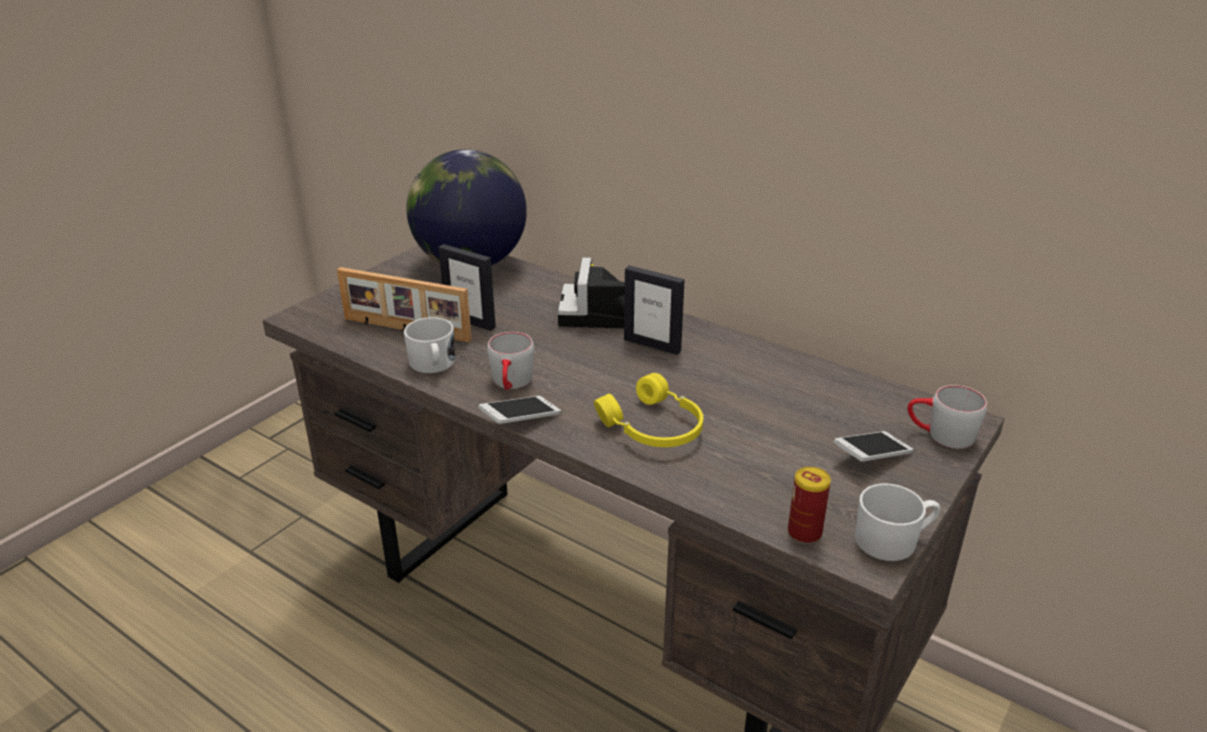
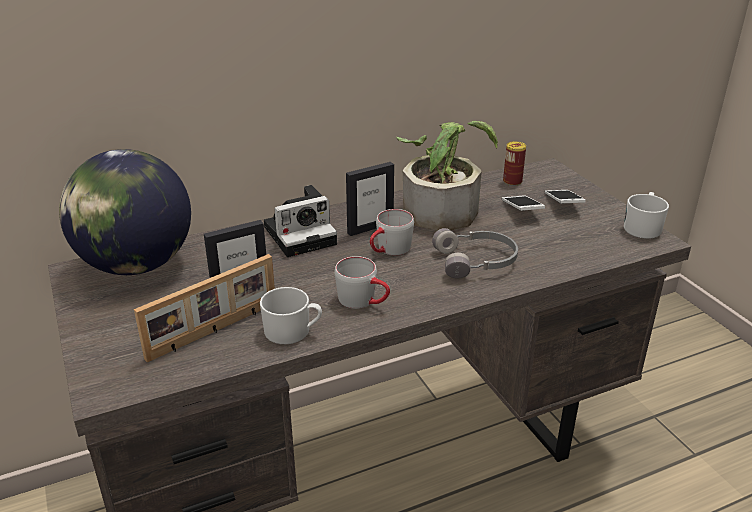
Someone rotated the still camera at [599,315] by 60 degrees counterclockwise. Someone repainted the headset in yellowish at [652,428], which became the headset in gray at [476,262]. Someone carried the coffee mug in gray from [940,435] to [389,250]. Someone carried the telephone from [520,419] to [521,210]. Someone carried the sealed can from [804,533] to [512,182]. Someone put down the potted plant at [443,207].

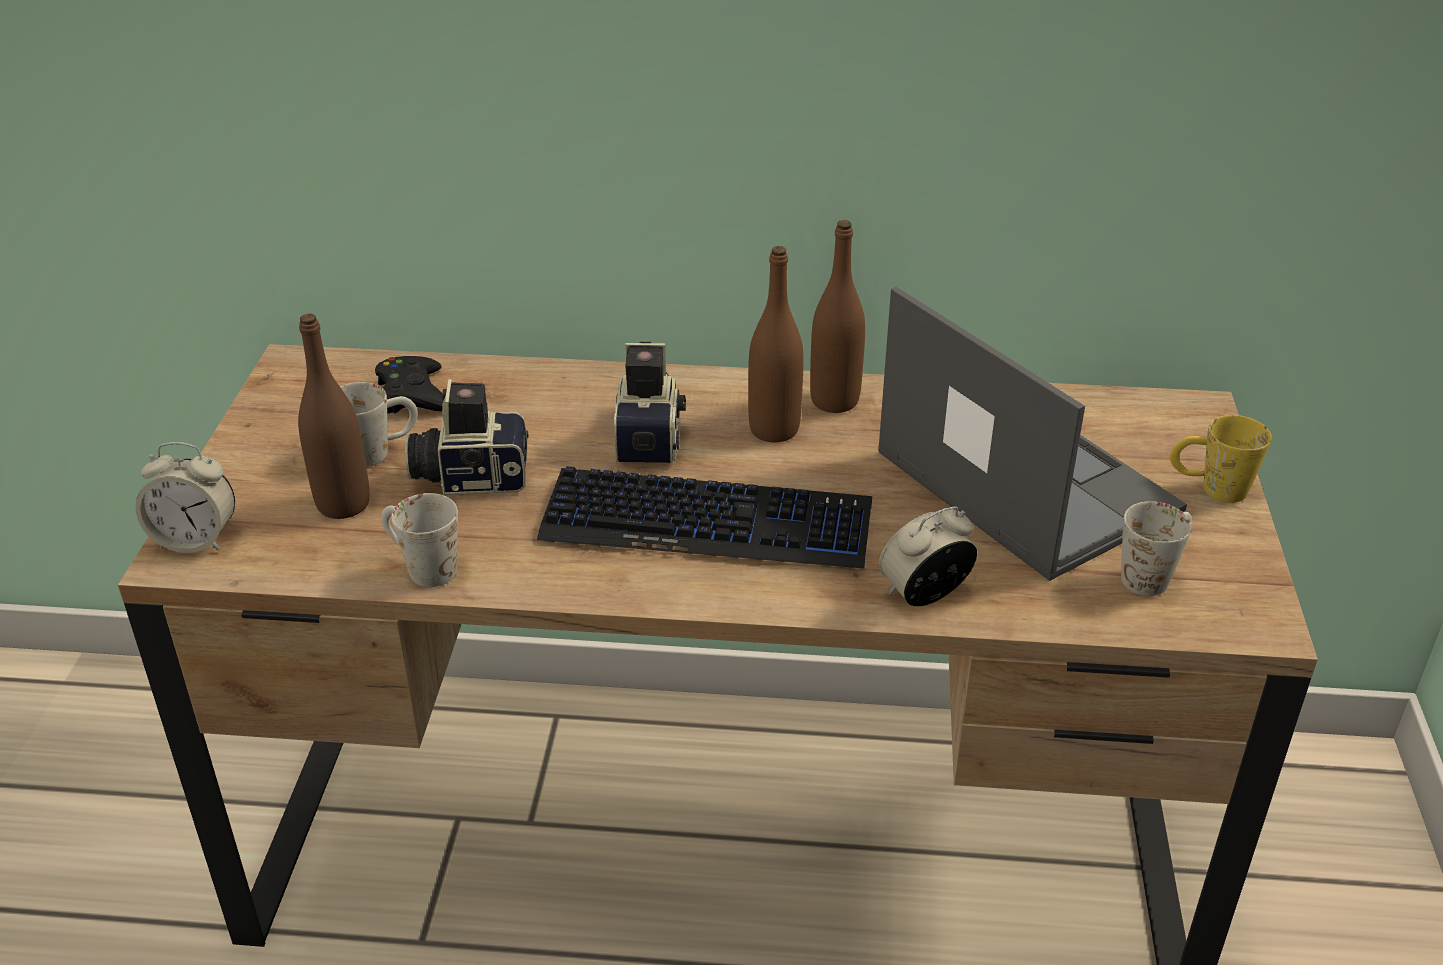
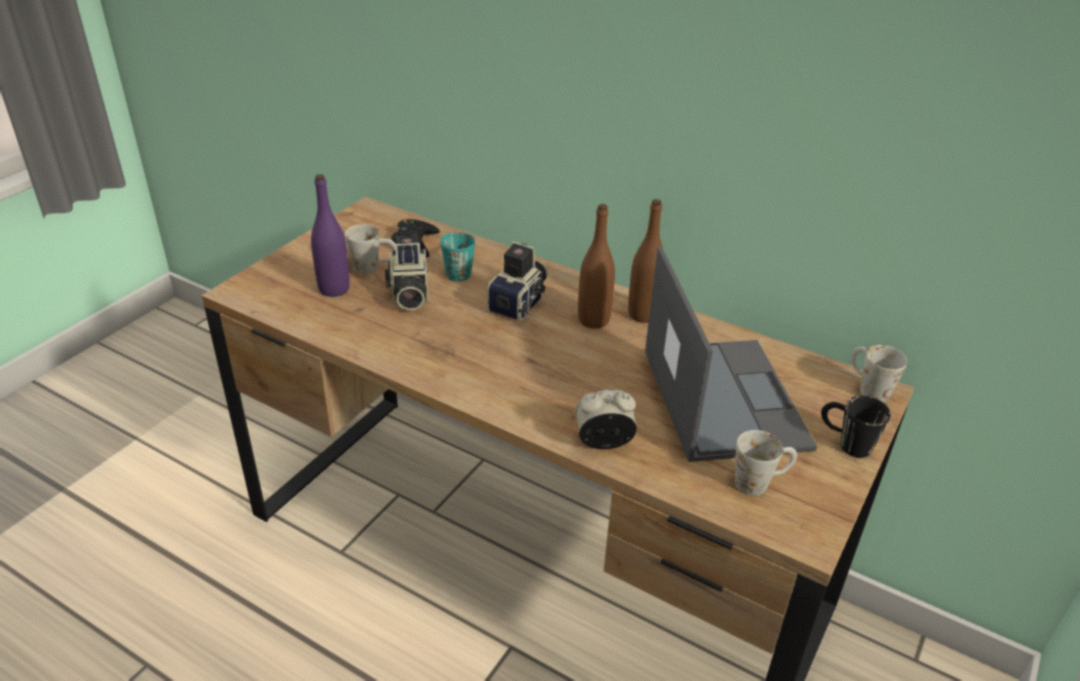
Someone repainted the drink bottle in brown-coloured at [343,504], which became the drink bottle in purple at [334,289]. Someone rotated the still camera at [471,475] by 120 degrees counterclockwise. Someone repainted the coffee mug in yellowish at [1209,488], which became the coffee mug in blackish at [845,442]. Someone took away the bedside clock at [195,540]. Someone took away the keyboard at [707,523]. Someone carried the coffee mug in white from [421,567] to [867,388]. Someone put down the coffee mug in turquoise at [462,270].

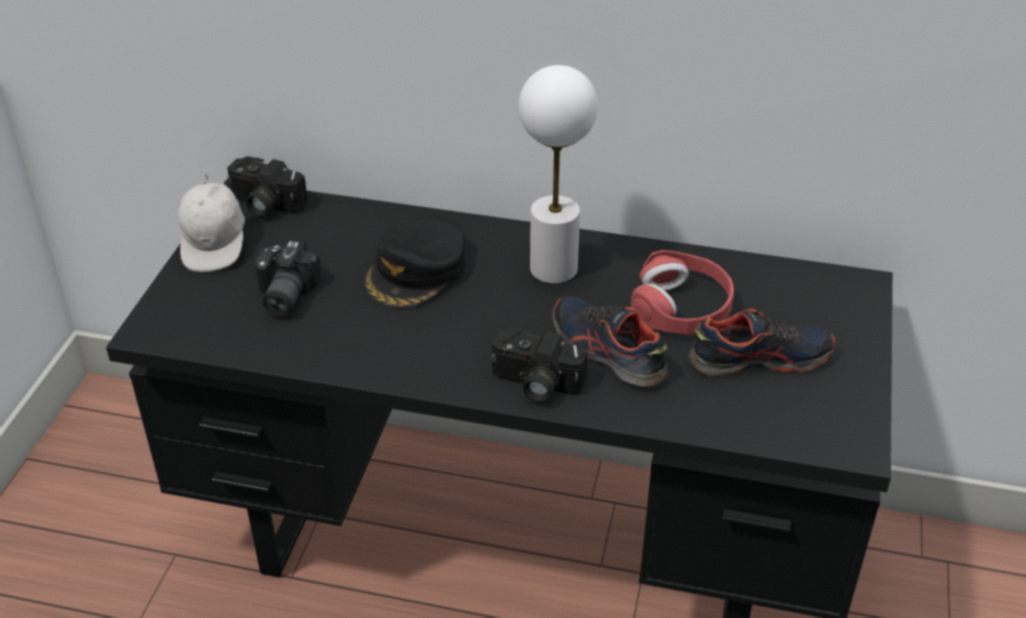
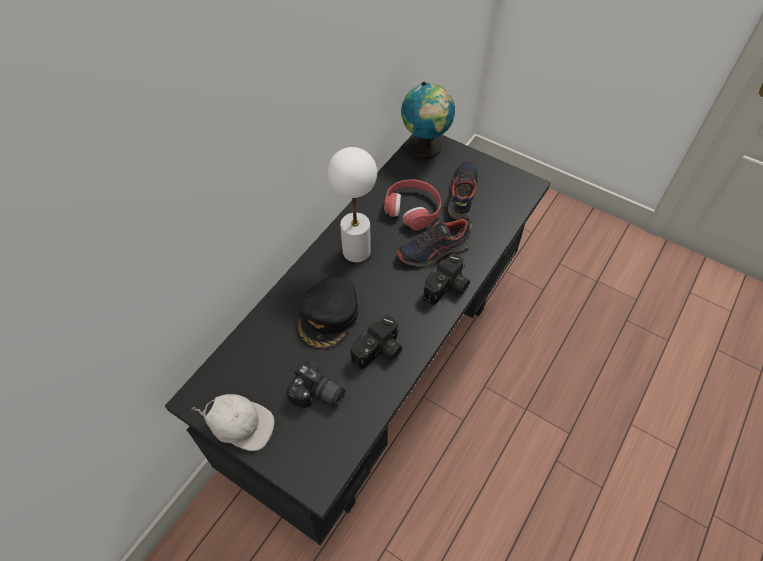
Someone carried the still camera from [264,204] to [379,352]. Someone rotated the baseball cap in blackish at [417,272] by 60 degrees clockwise. Someone put down the globe at [425,148].

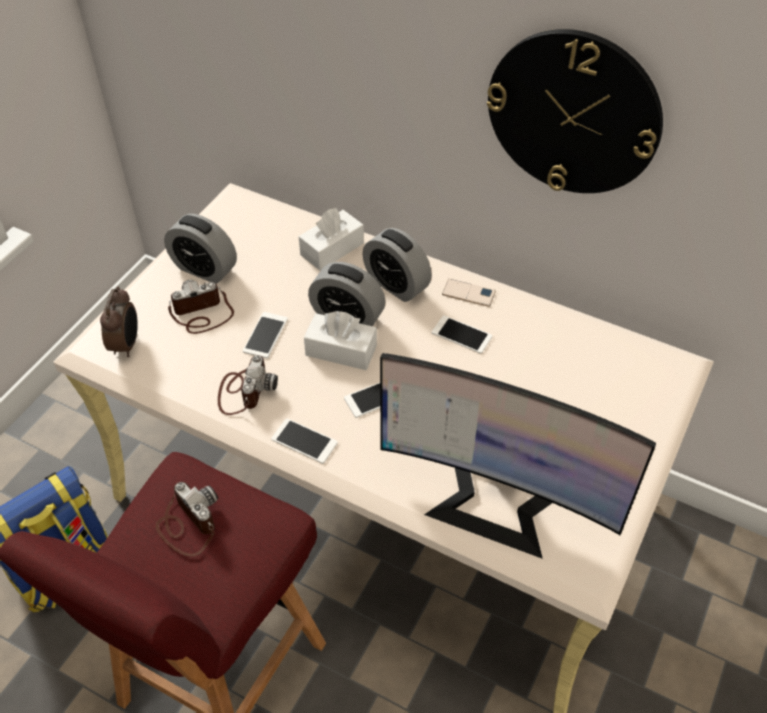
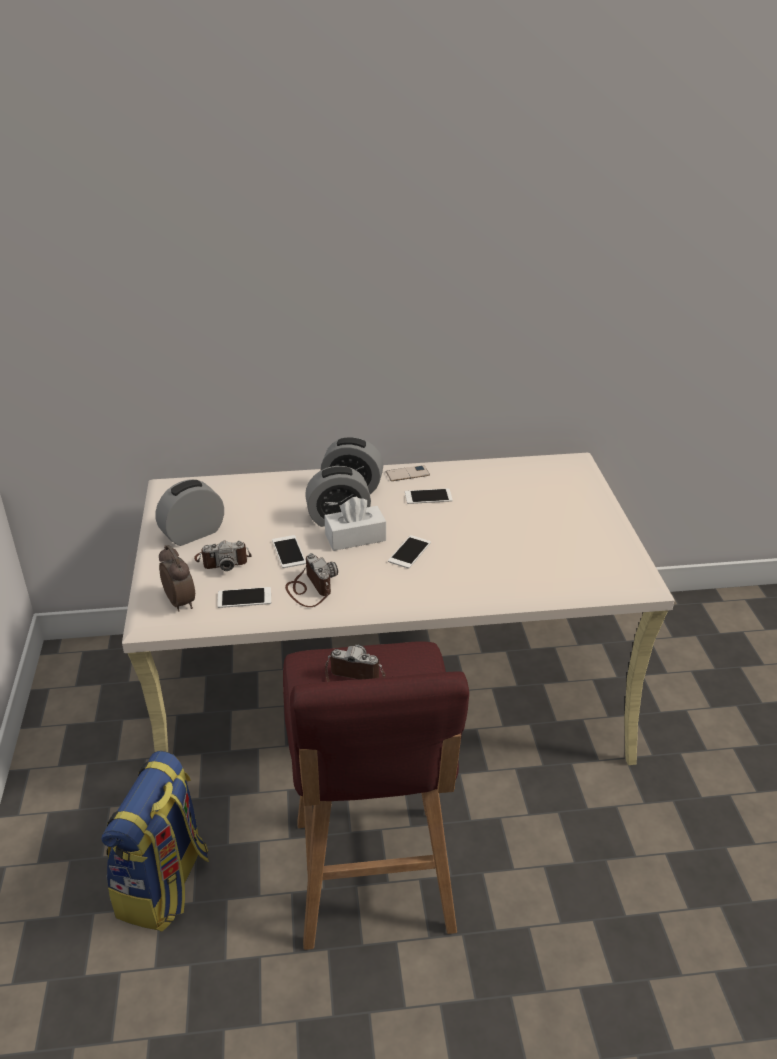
Someone took away the wall clock at [573,113]. Someone took away the tissue box in white at [332,249]. Someone rotated the bedside clock at [204,269] by 150 degrees clockwise. Someone rotated the still camera at [202,314] by 135 degrees counterclockwise. Someone took away the computer display at [495,503]. Someone carried the telephone from [304,441] to [244,598].

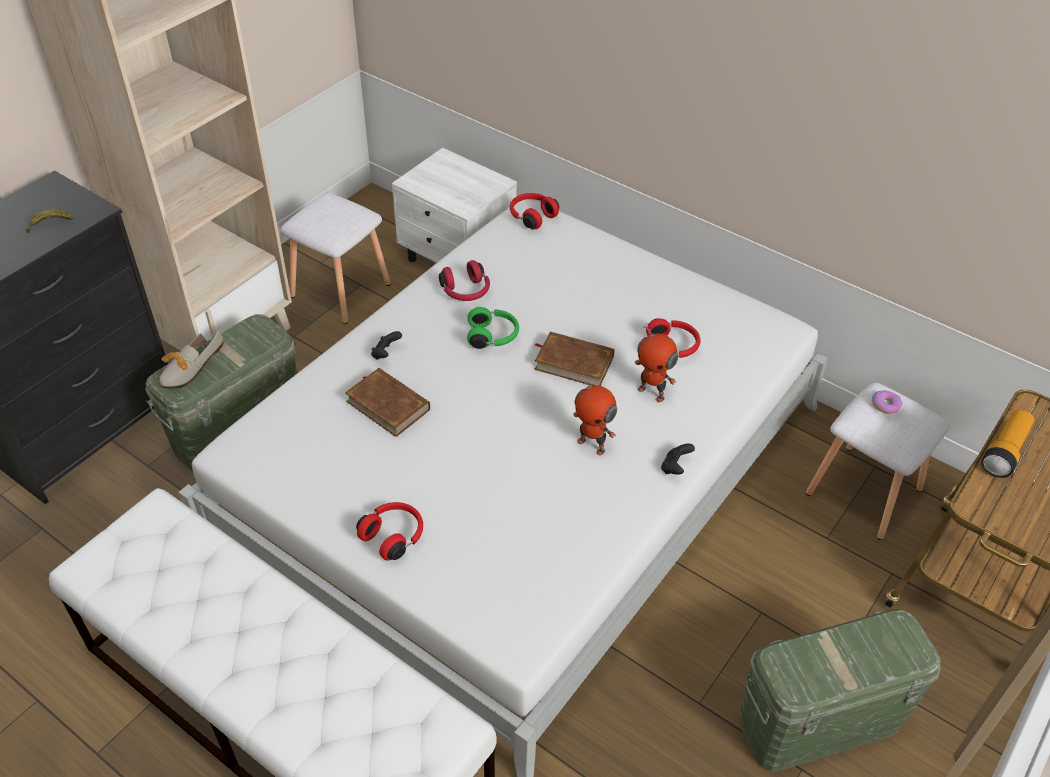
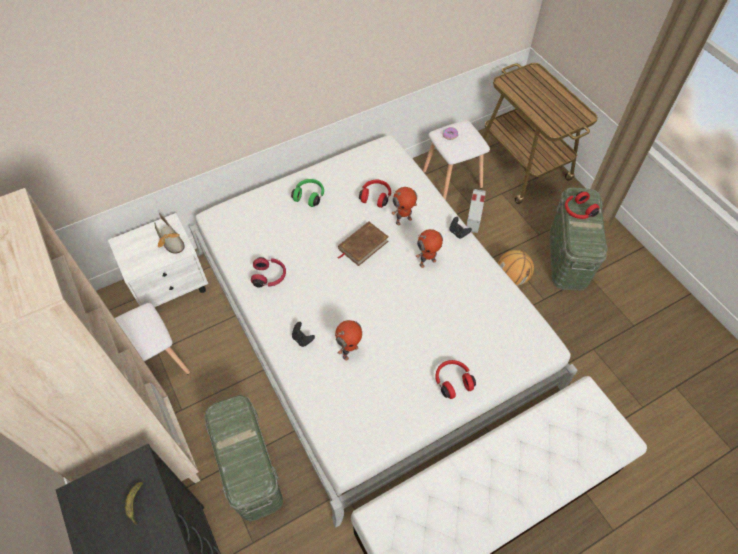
Someone carried the headset in reddish from [531,216] to [578,211]. Someone carried the headset in greenish from [493,336] to [309,196]. Someone carried the low shoe from [187,370] to [171,241]. Someone swapped the bound book in brown-coloured at [388,405] for the robot figure at [349,351]. Someone took away the torch at [1004,451]. Someone put down the toy lorry at [474,215]. Someone put down the basketball ball at [512,277].

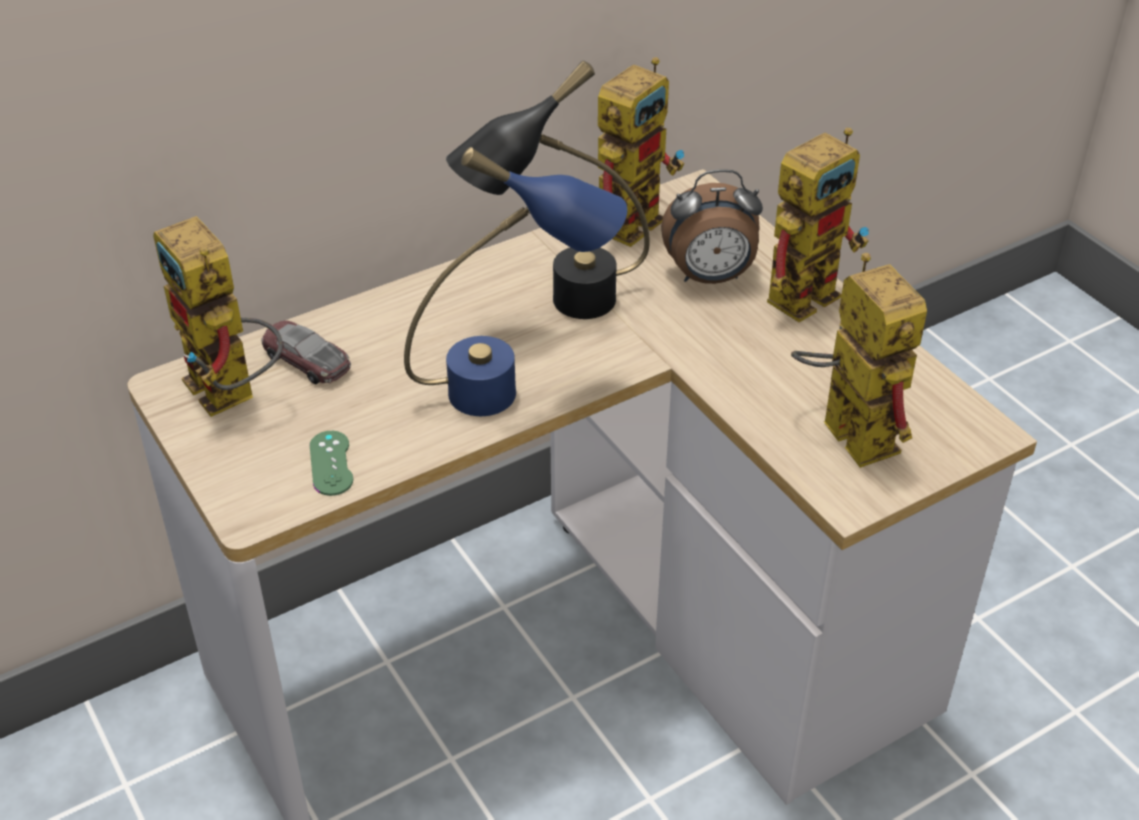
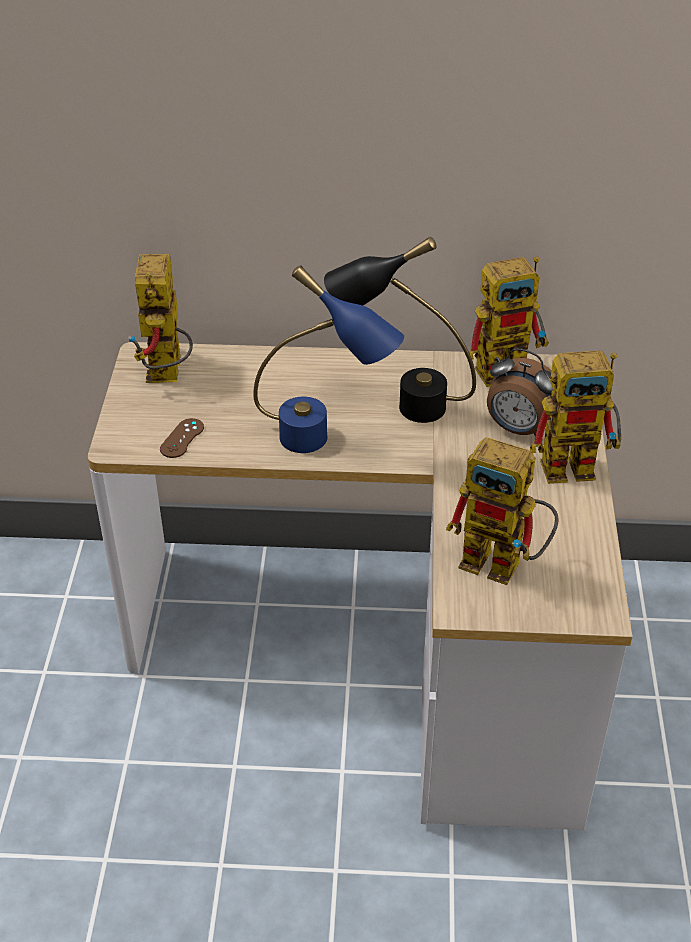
Someone rotated the robot figure at [844,429] by 105 degrees clockwise. Someone took away the toy car at [307,360]. Someone repainted the game controller in greenish at [331,463], which became the game controller in brown-coloured at [182,438].

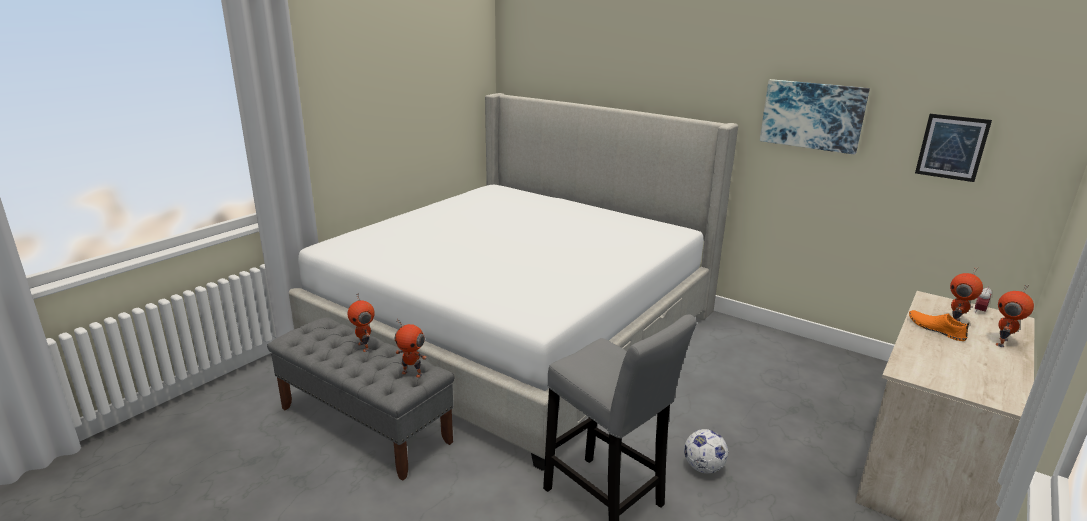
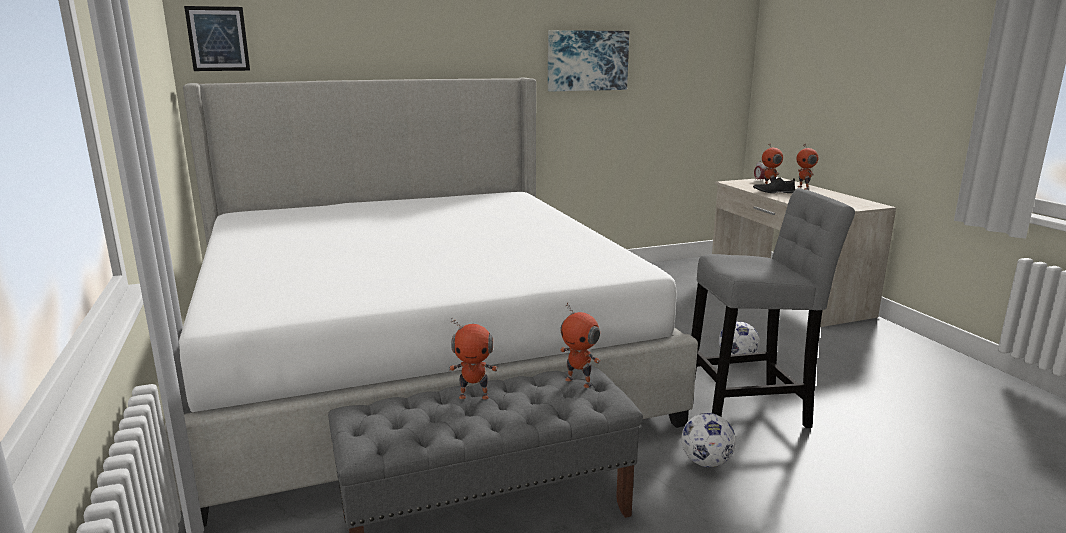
Someone carried the wall art from [952,147] to [218,39]. Someone repainted the low shoe in orangey at [935,329], which became the low shoe in blackish at [773,192]. Someone rotated the robot figure at [412,373] by 75 degrees clockwise. Someone put down the football at [706,462].

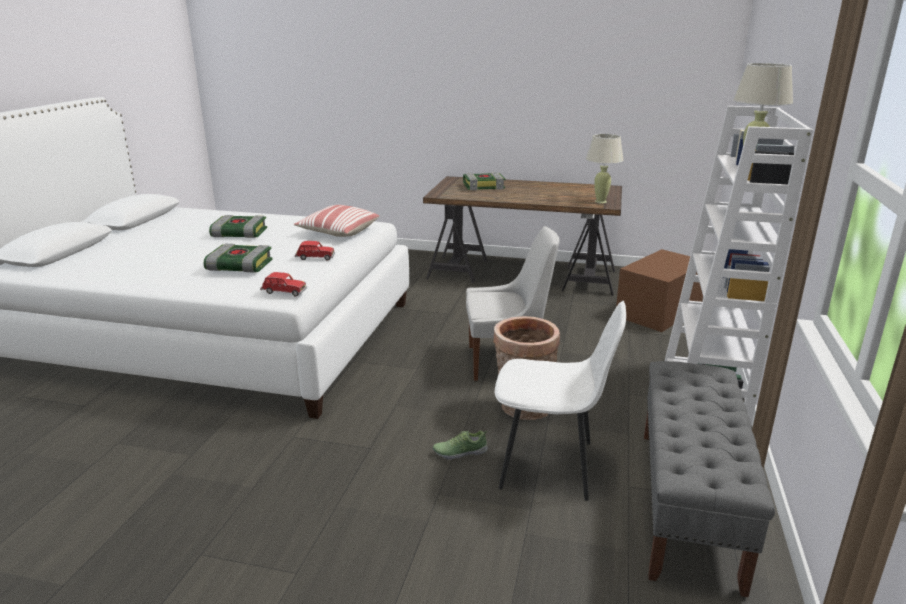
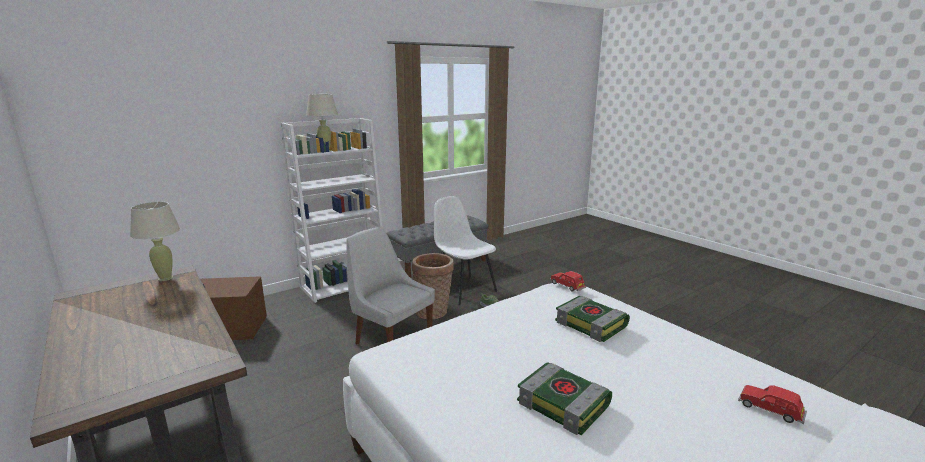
Someone took away the bound book at [484,186]. Someone took away the pillow at [338,232]. Someone carried the toy car in reddish from [315,258] to [770,410].

